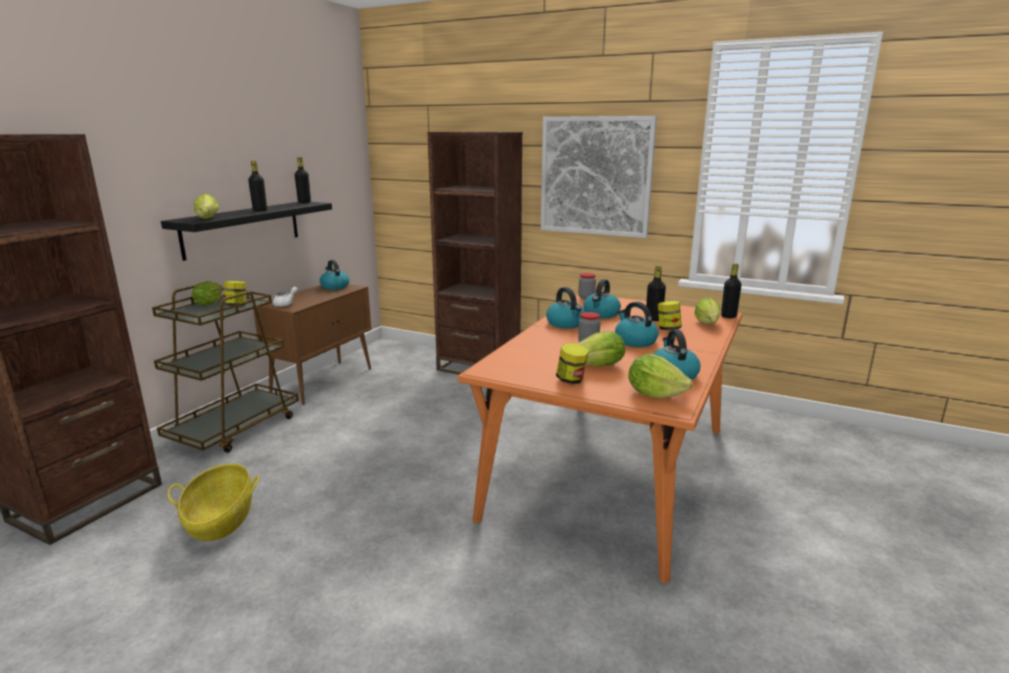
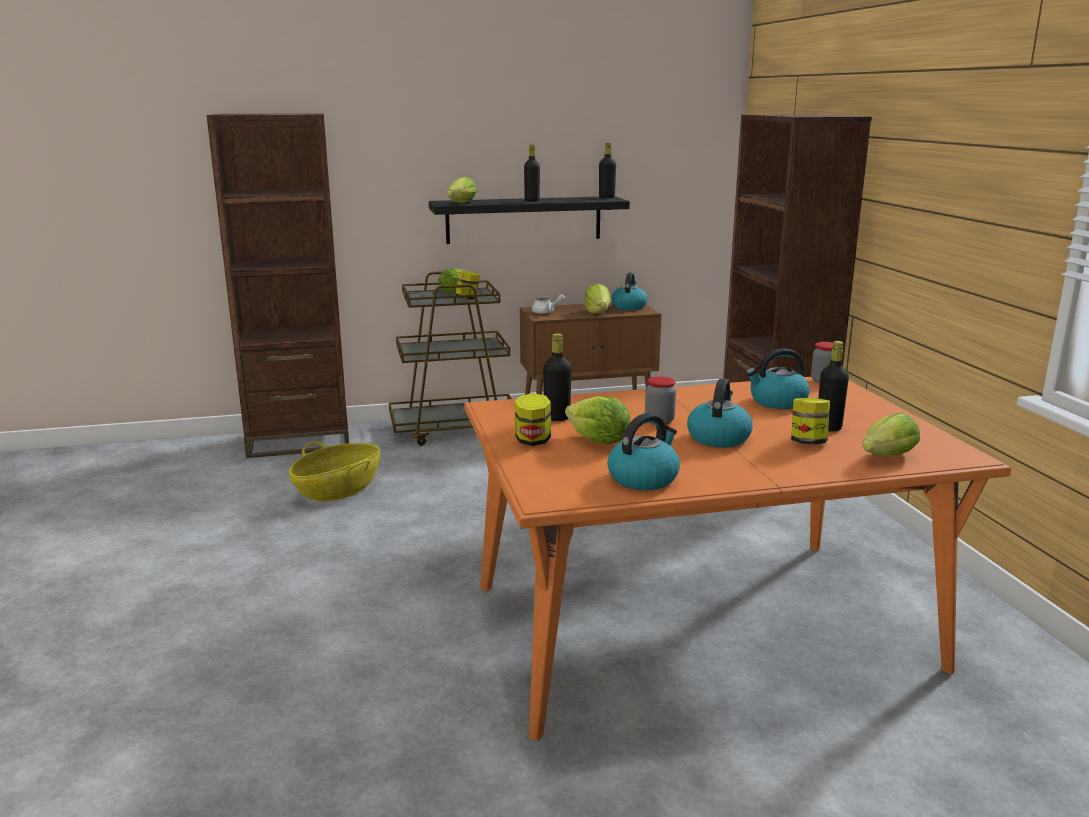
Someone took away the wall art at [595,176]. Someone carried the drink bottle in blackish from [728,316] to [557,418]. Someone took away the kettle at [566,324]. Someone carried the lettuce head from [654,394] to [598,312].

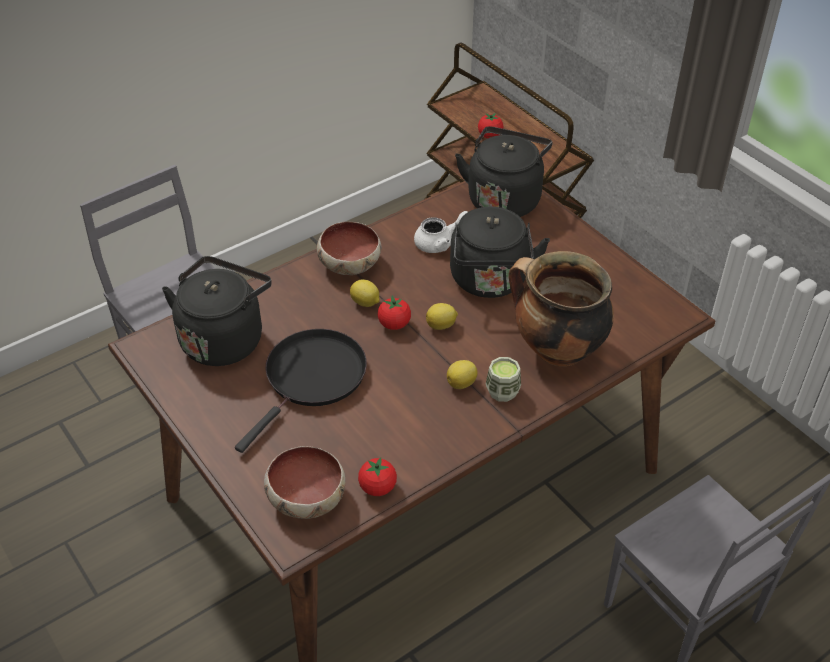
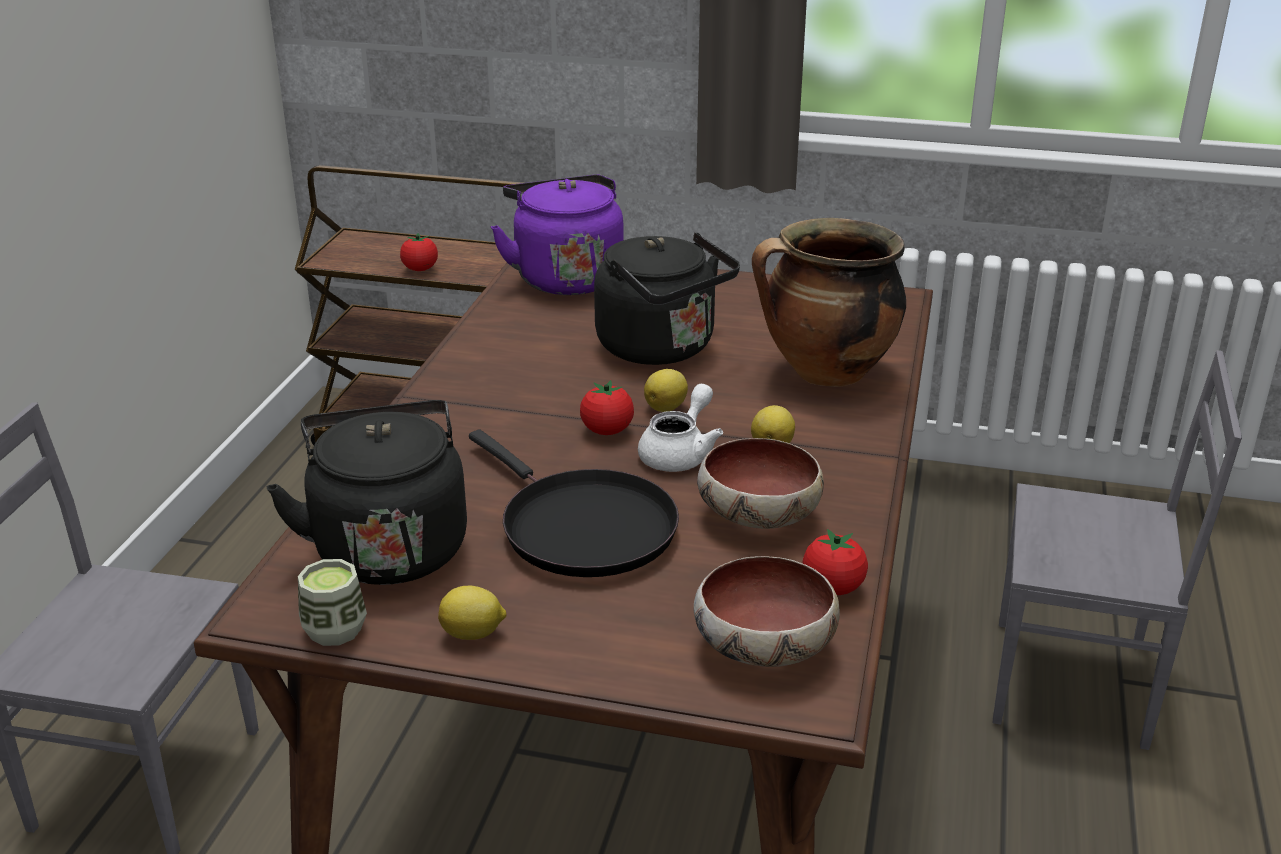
Someone repainted the kettle in blackish at [504,198], which became the kettle in purple at [566,277]. Someone carried the teapot in white from [440,242] to [680,453]. Someone carried the deep dish from [349,264] to [756,516]. Someone carried the lemon from [365,303] to [473,634]. Someone rotated the frying pan in blackish at [312,378] by 150 degrees clockwise. Someone carried the cup from [502,391] to [335,630].

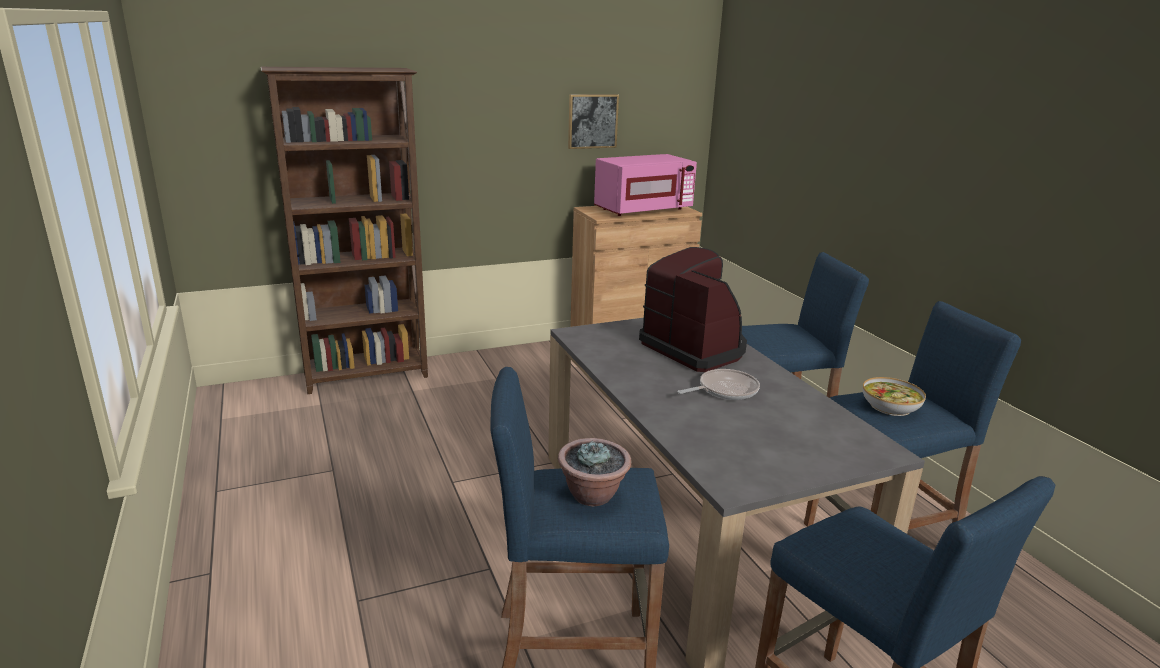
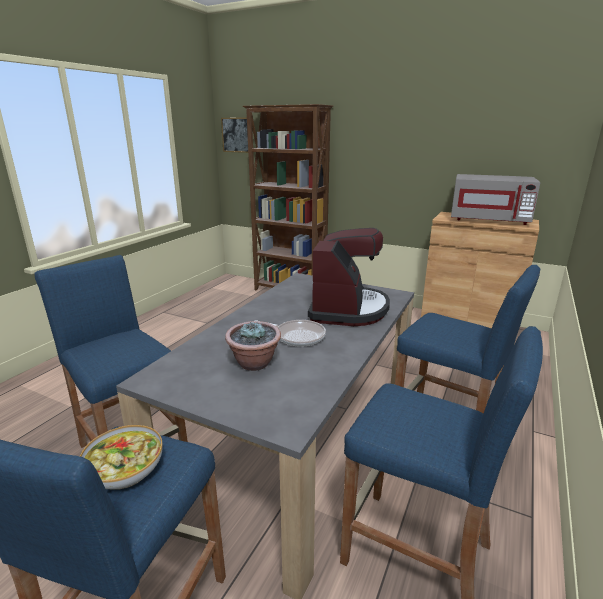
Someone carried the wall art from [592,121] to [236,135]. Someone repainted the kitchen microwave in pink at [643,210], which became the kitchen microwave in gray at [489,220]. Someone carried the deep dish from [890,406] to [125,469]. Someone carried the potted plant from [593,495] to [254,363].

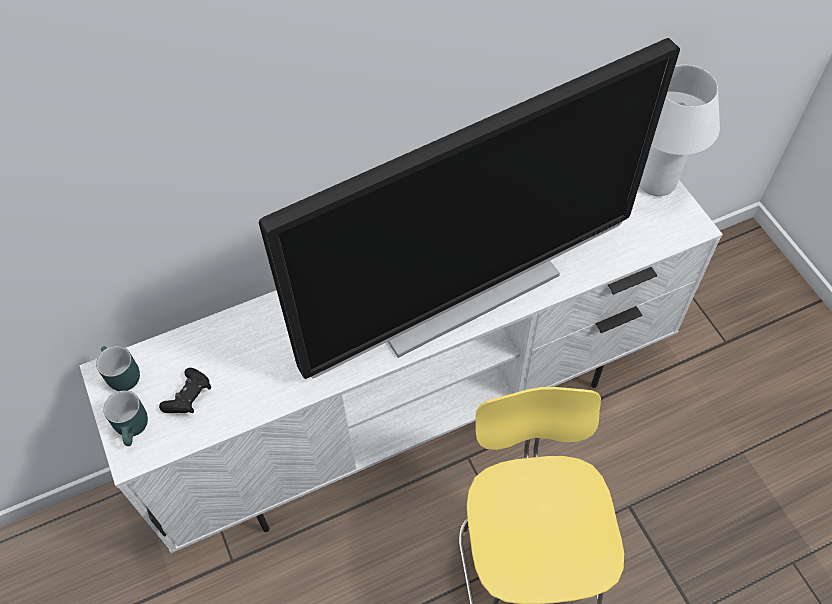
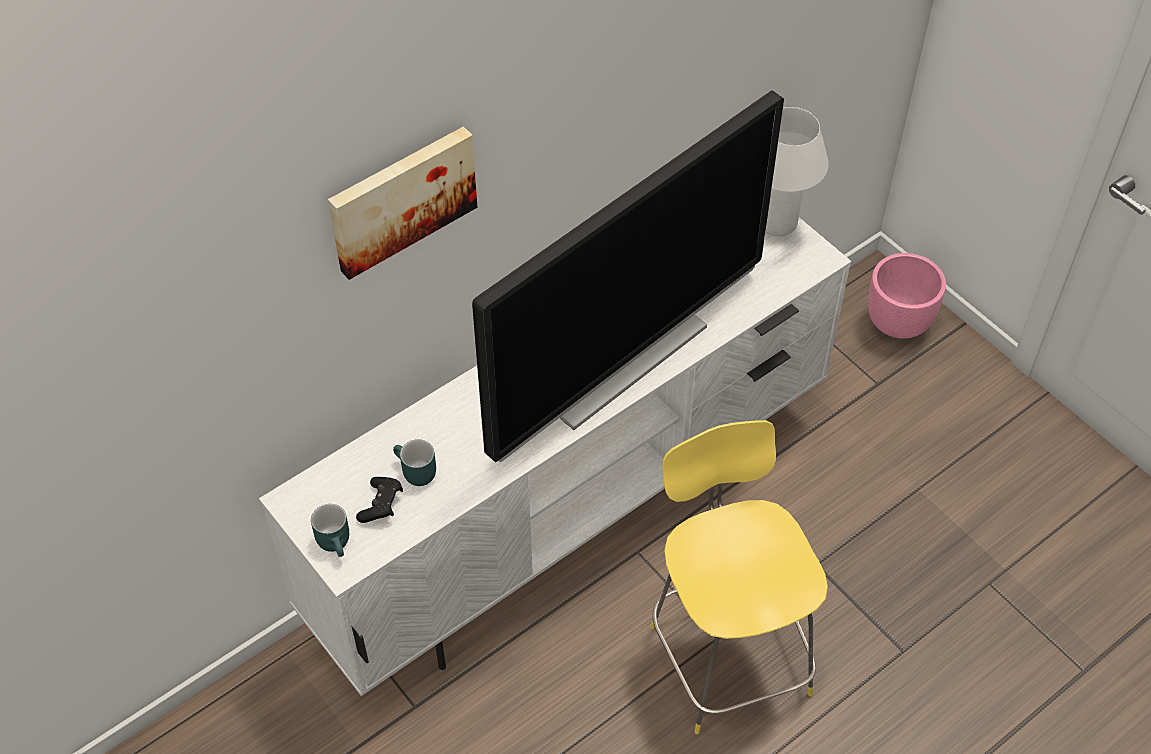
Someone carried the coffee mug in turquoise from [119,376] to [414,473]. Someone put up the wall art at [401,199]. Someone put down the flower pot in pink at [898,323].

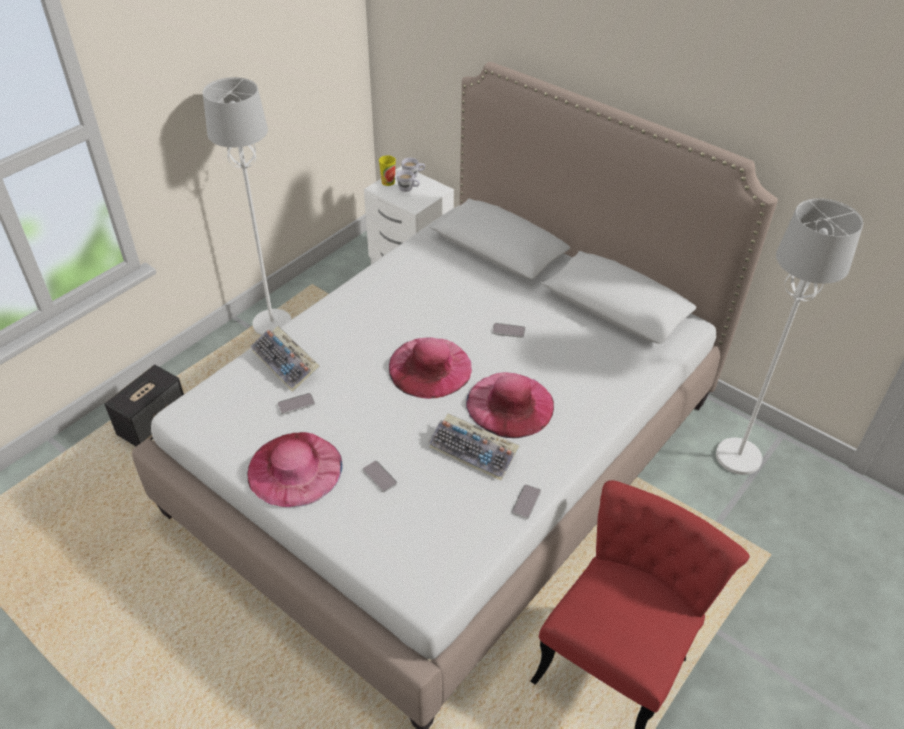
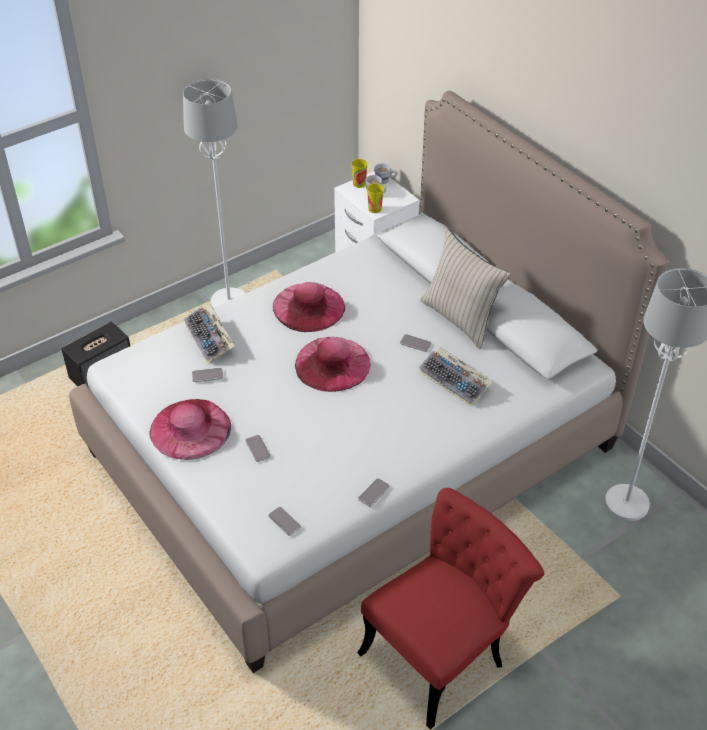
Someone carried the wearable hat in pink from [510,404] to [308,307]. Someone carried the keyboard from [474,451] to [456,381]. Someone put down the cup at [375,209]. Someone put down the pillow in beige at [460,318]. Someone put down the telephone at [284,521].

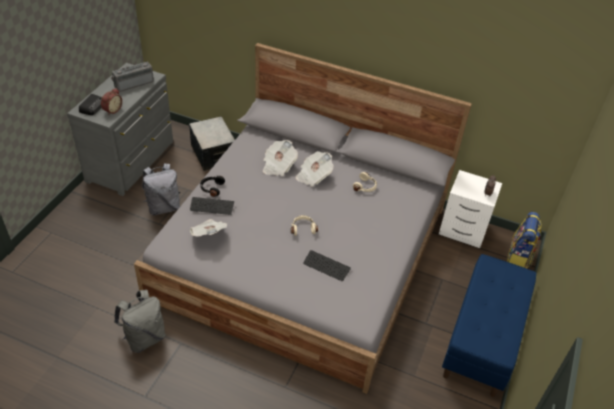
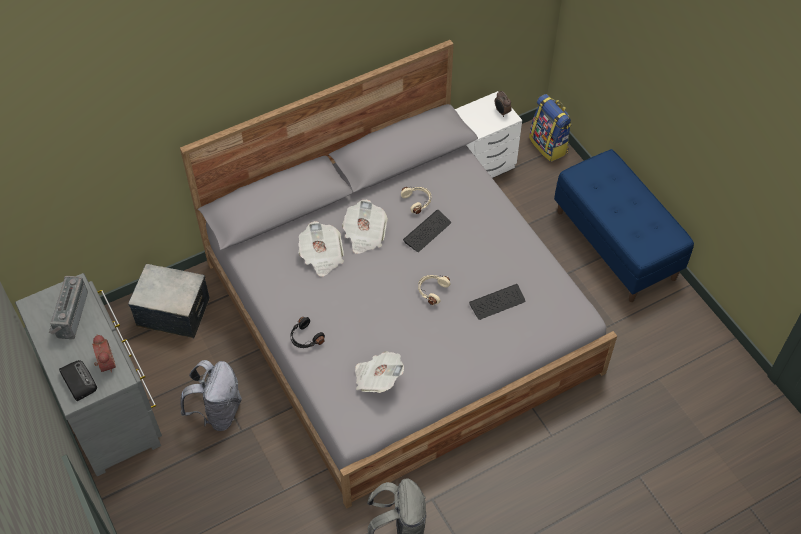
Someone carried the keyboard from [212,206] to [427,232].

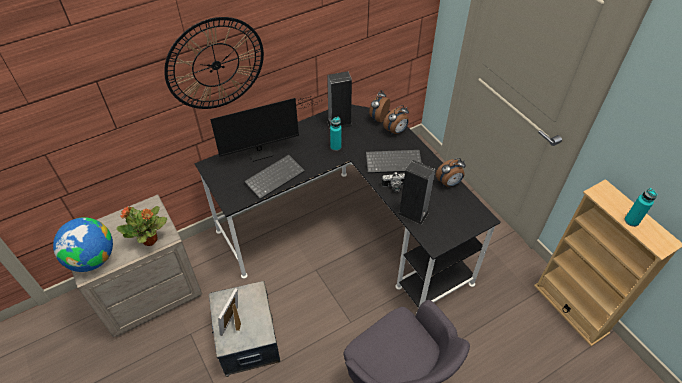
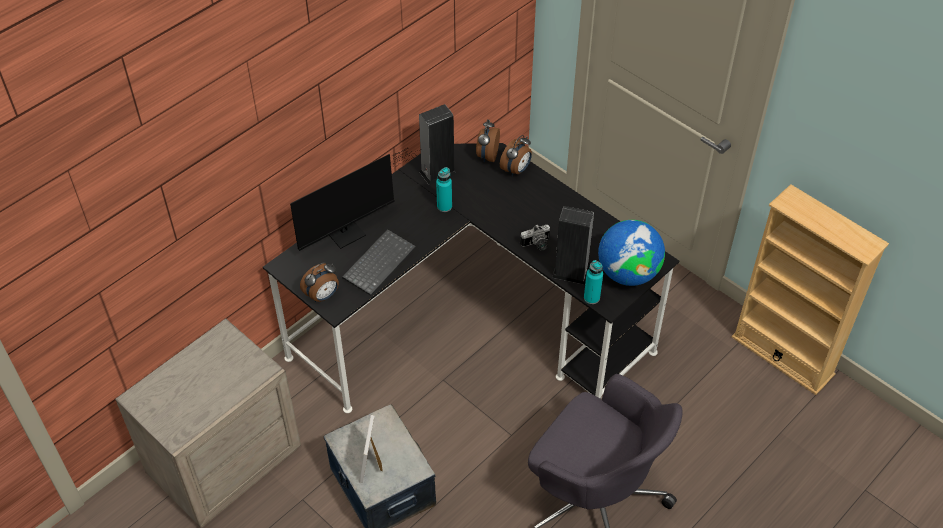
Someone took away the wall clock at [215,65]. Someone took away the keyboard at [394,162]. Someone carried the bedside clock from [449,183] to [323,296]. Someone carried the drink bottle in turquoise from [631,221] to [591,298]. Someone took away the potted plant at [150,240]. Someone carried the globe from [92,259] to [627,273].

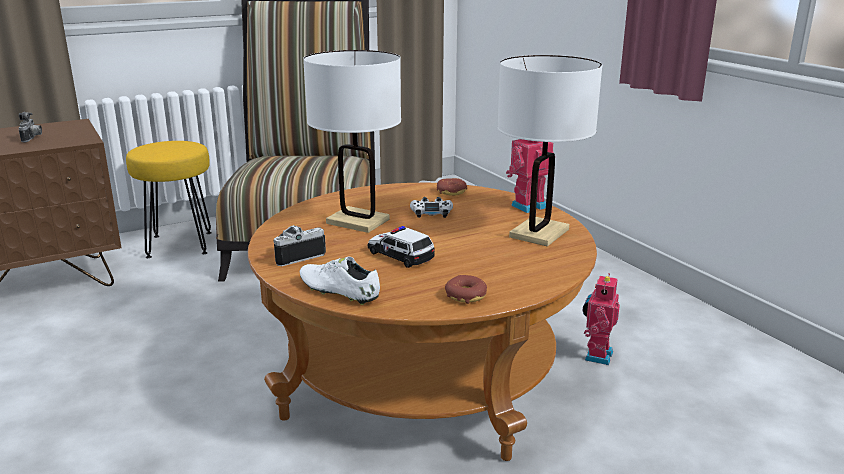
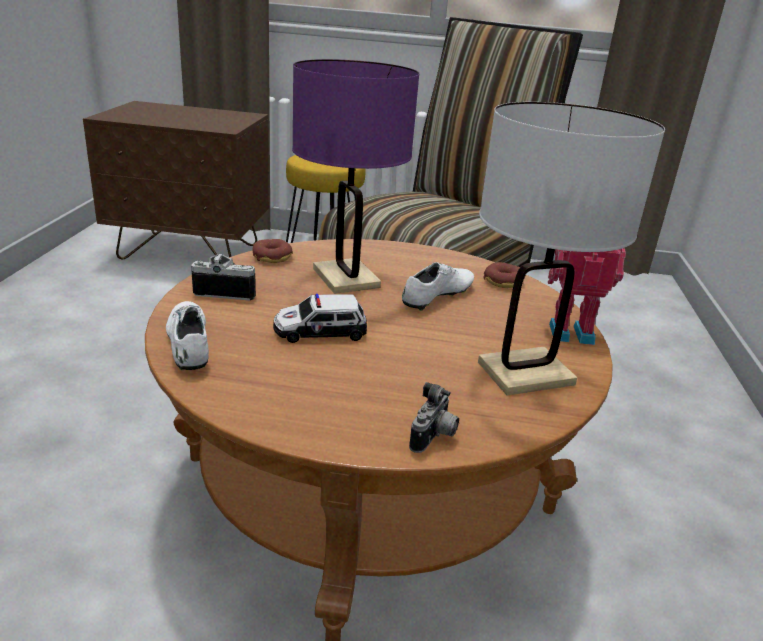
Someone repainted the tabletop lamp in white at [358,221], which became the tabletop lamp in purple at [346,278]. Someone carried the still camera from [32,138] to [434,438]. Someone swapped the game controller in white at [431,213] for the low shoe in white at [438,297]. Someone rotated the toy car at [400,255] by 90 degrees counterclockwise. Someone took away the robot figure at [596,355]. Someone carried the donut from [466,295] to [272,257].

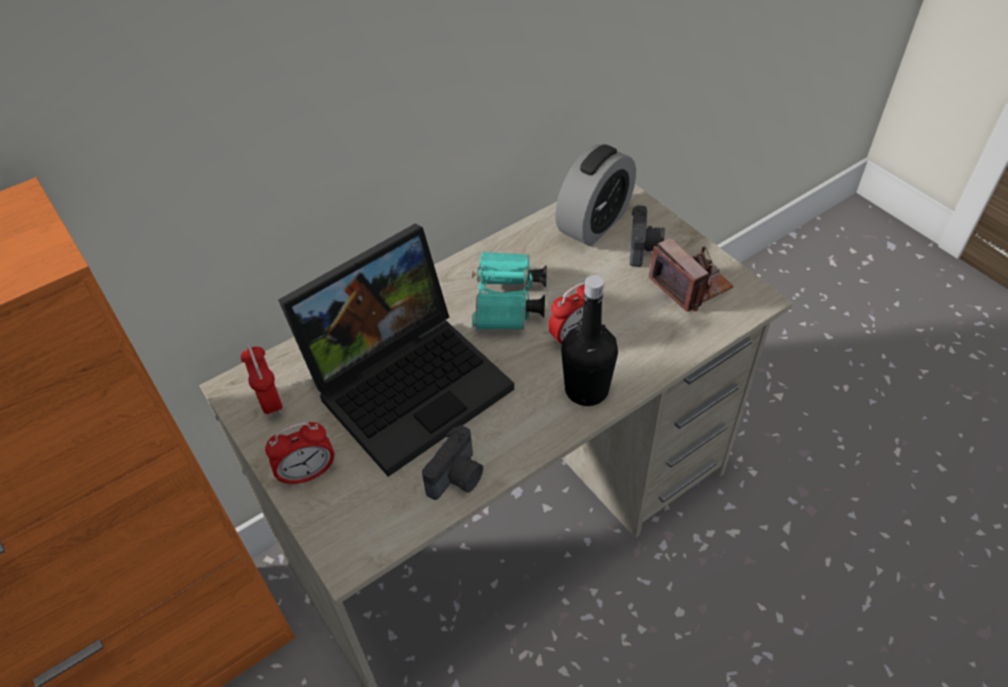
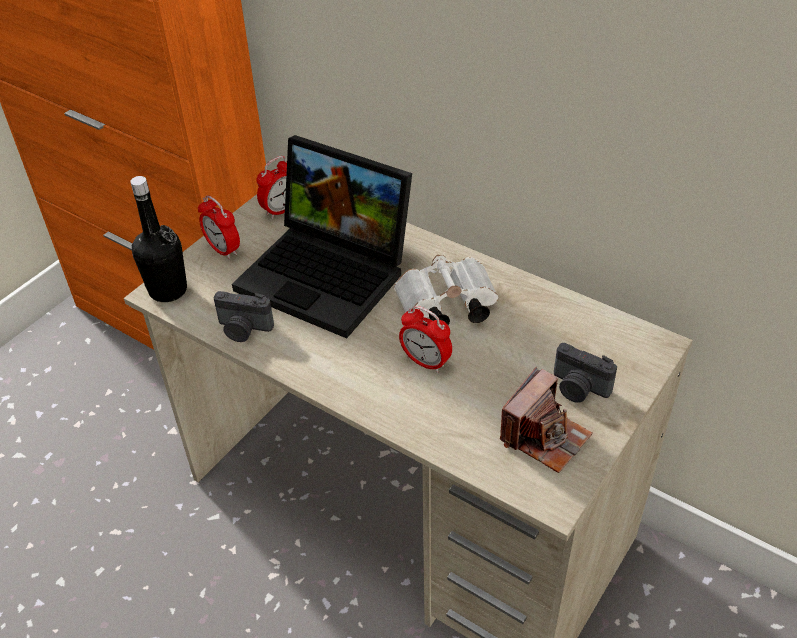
Someone took away the bedside clock at [594,223]. Someone rotated the still camera at [645,248] by 45 degrees clockwise. Someone repainted the field glasses in turquoise at [508,305], which became the field glasses in white at [444,308]. Someone carried the drink bottle in blackish from [586,389] to [168,290].

